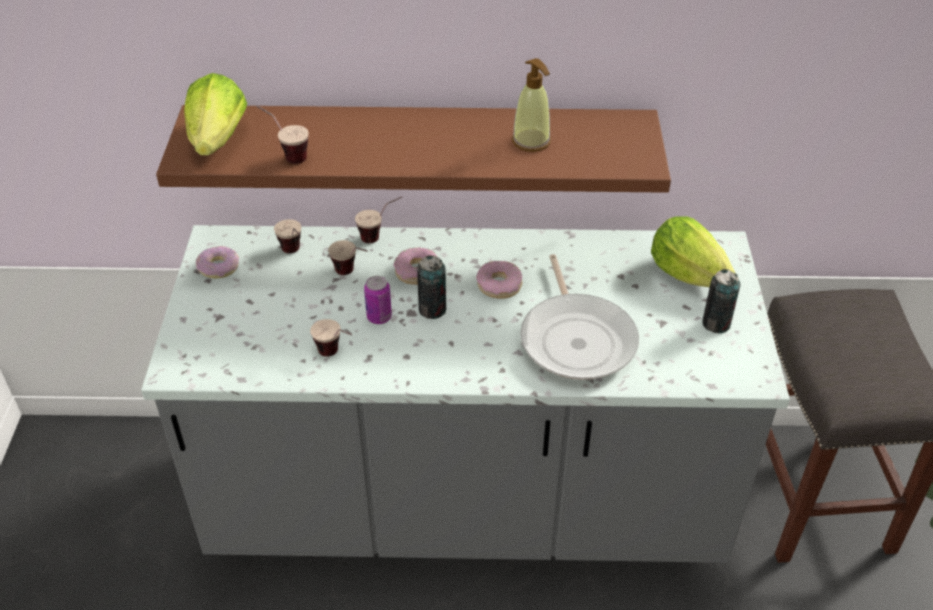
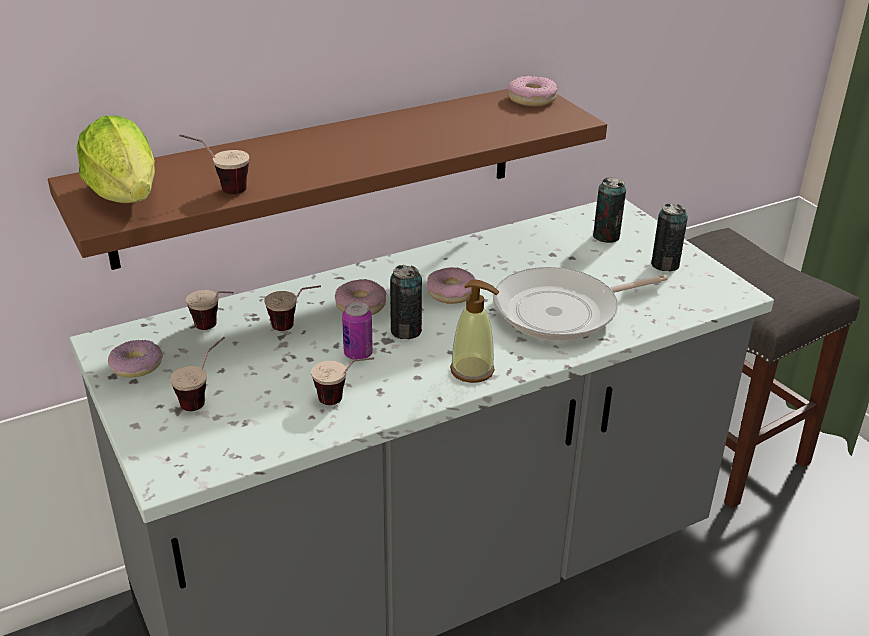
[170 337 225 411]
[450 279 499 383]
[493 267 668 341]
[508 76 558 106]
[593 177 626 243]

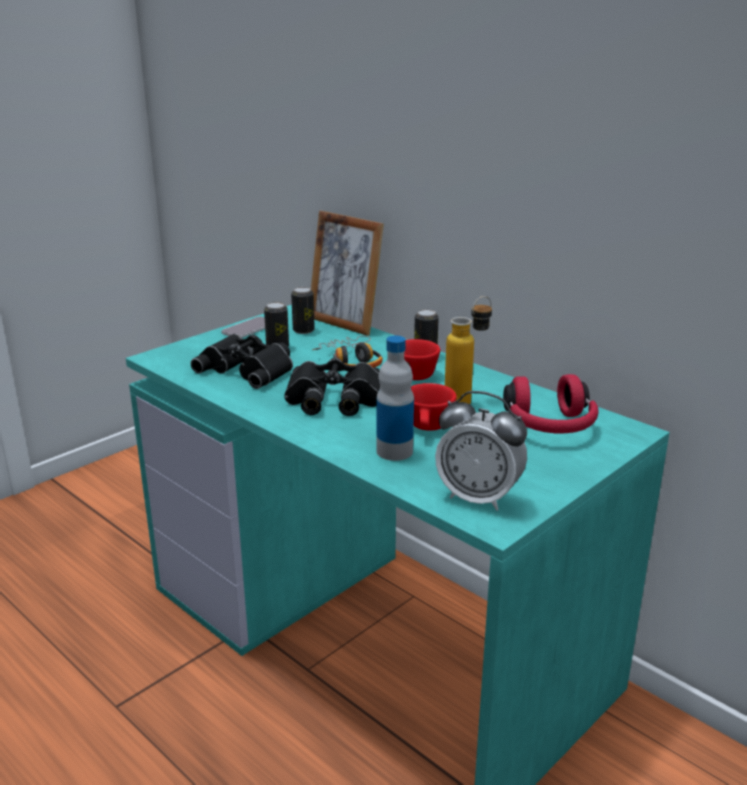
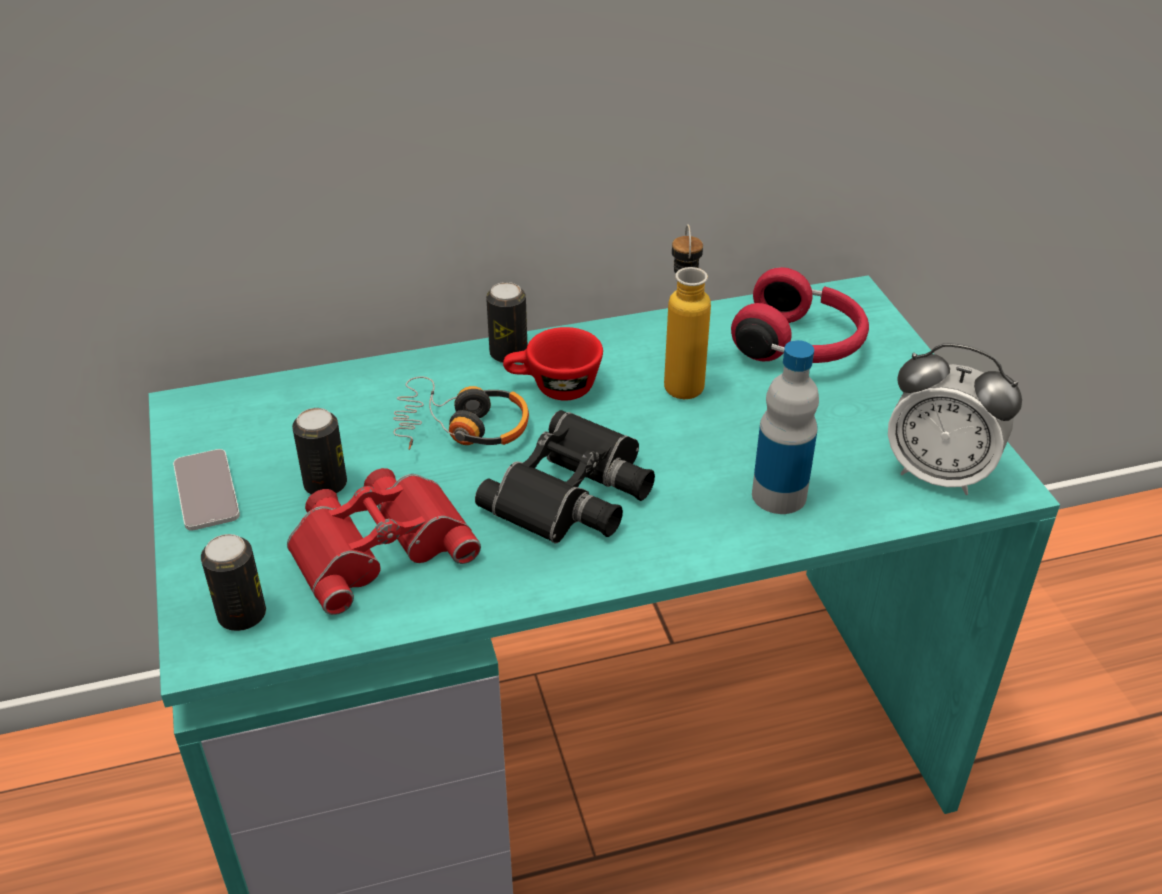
[201 534 266 631]
[287 468 481 615]
[888 343 1022 495]
[311 211 384 336] (first image)
[411 383 457 431] (first image)

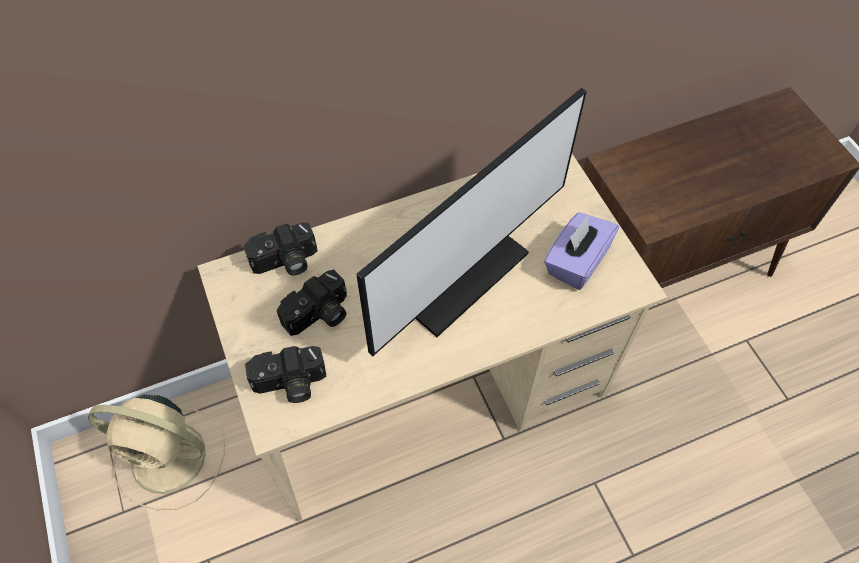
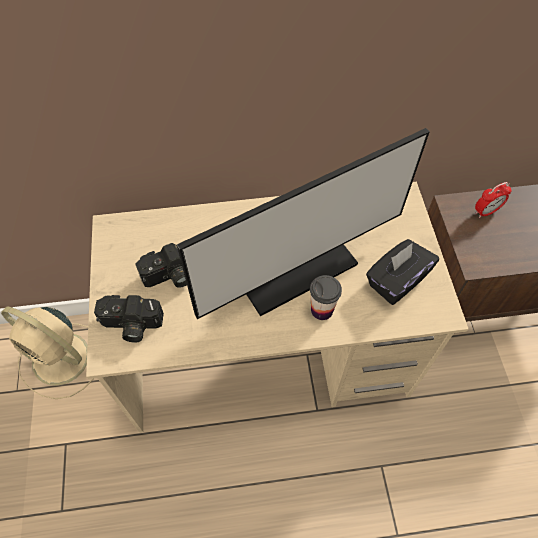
[310 275 342 320]
[366 239 439 305]
[475 182 512 218]
[243 223 318 276] (first image)

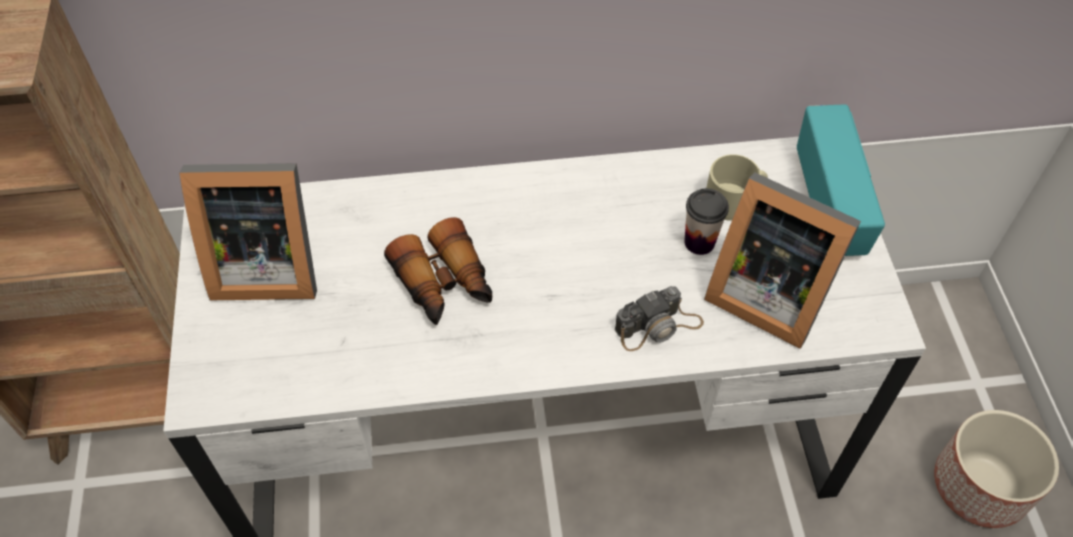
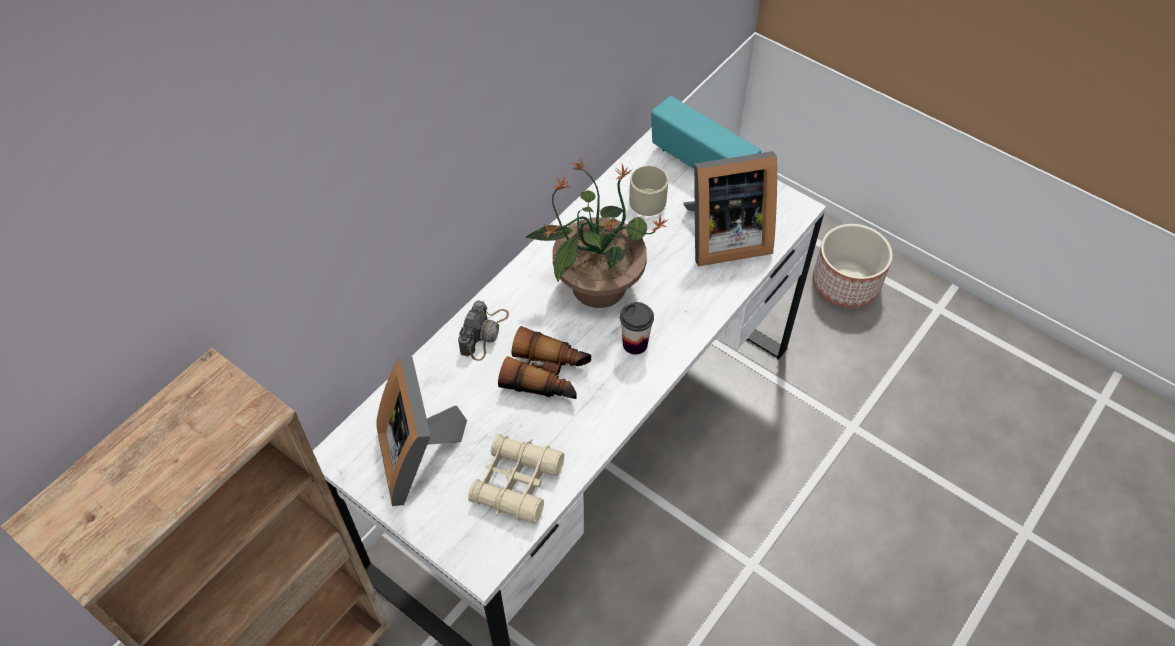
[377 357 467 506]
[458 300 509 361]
[468 434 564 523]
[525 157 667 308]
[620 302 654 355]

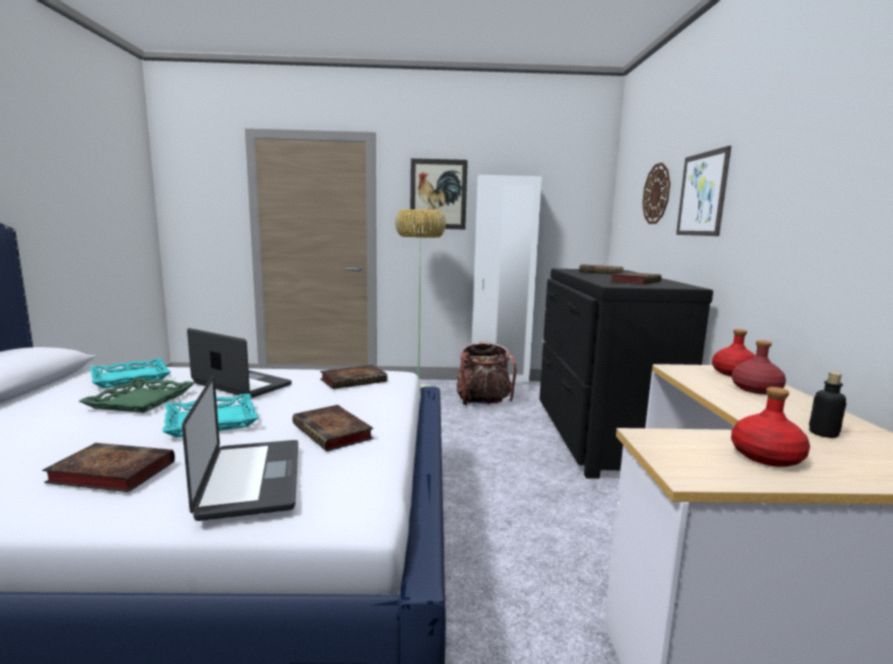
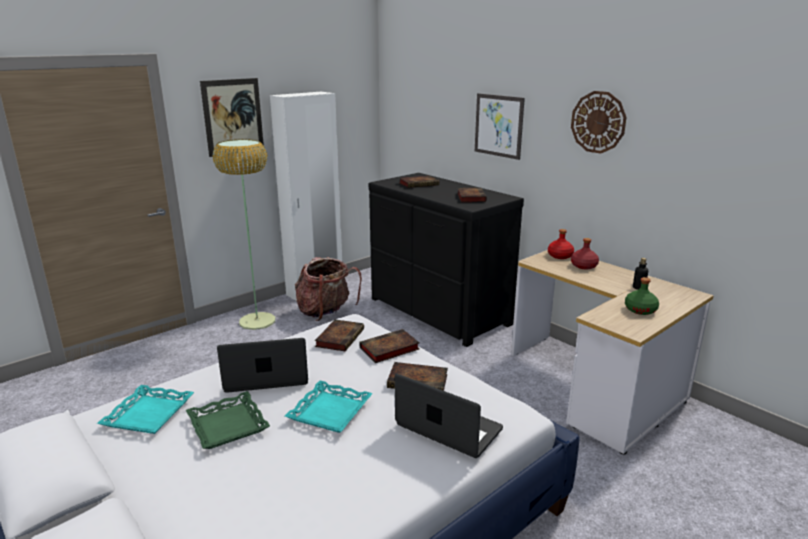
[359 329 419 363]
[571 91 627 154]
[625 277 659 315]

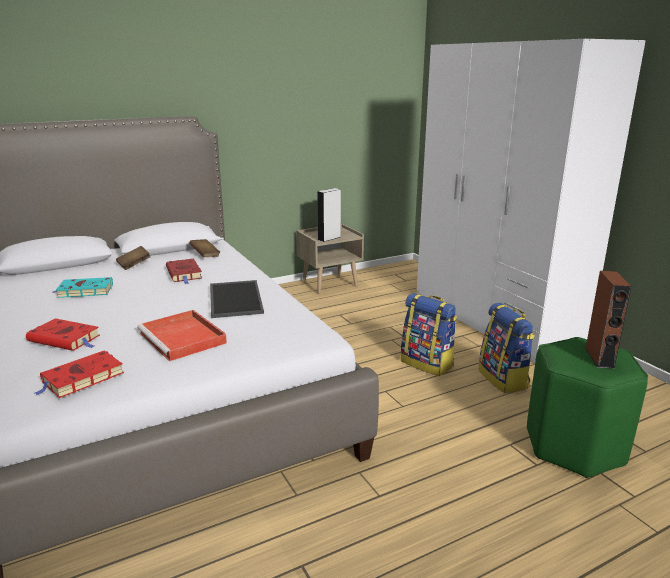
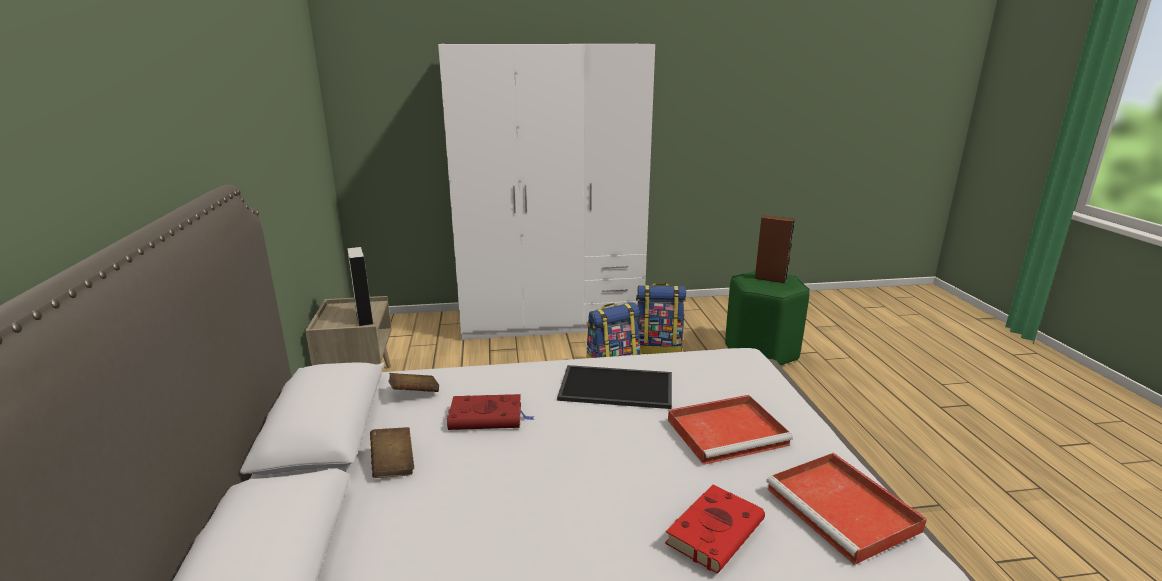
[766 453 927 565]
[52 277 113 298] (first image)

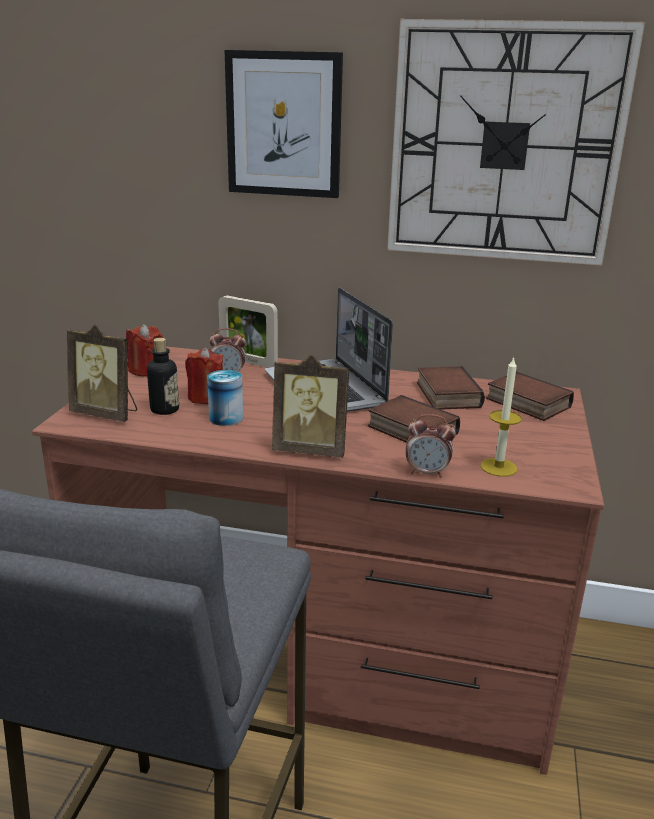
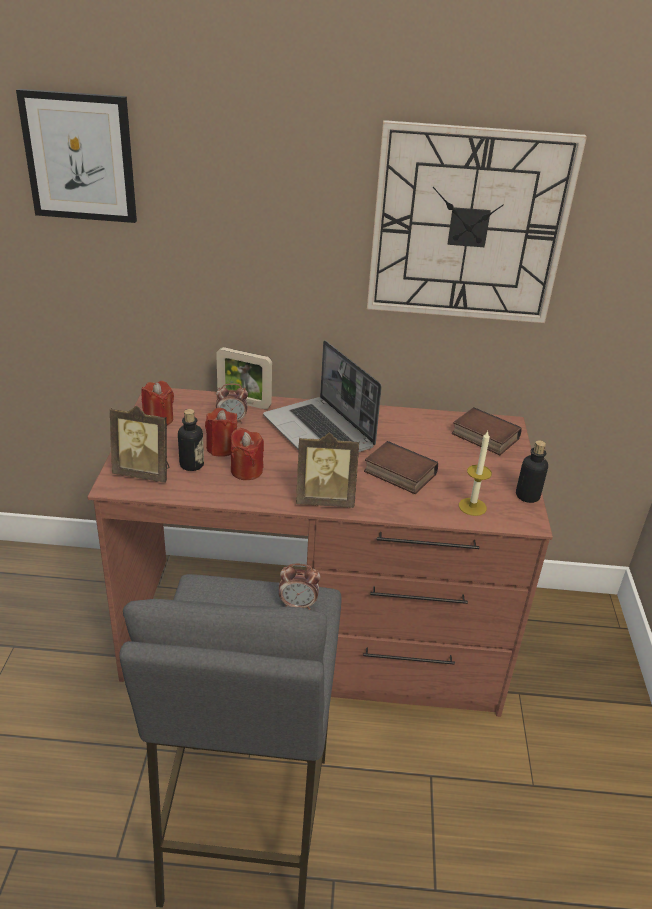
[16 89 137 223]
[231 428 264 480]
[279 564 320 610]
[516 440 548 503]
[417 366 485 410] (first image)

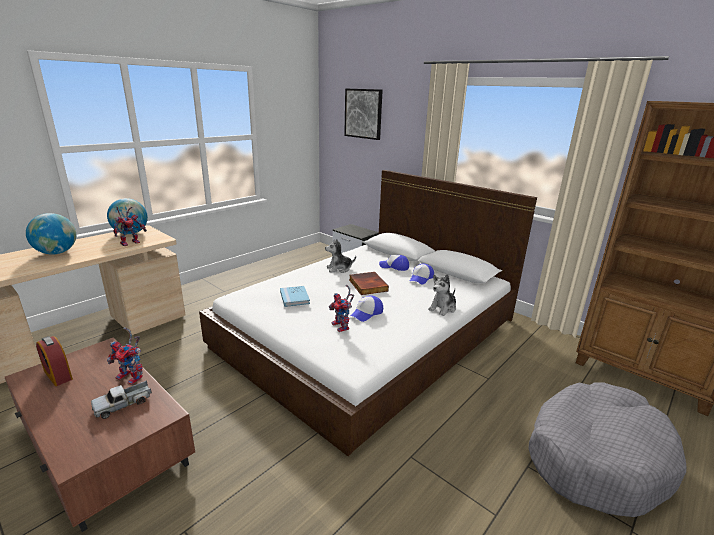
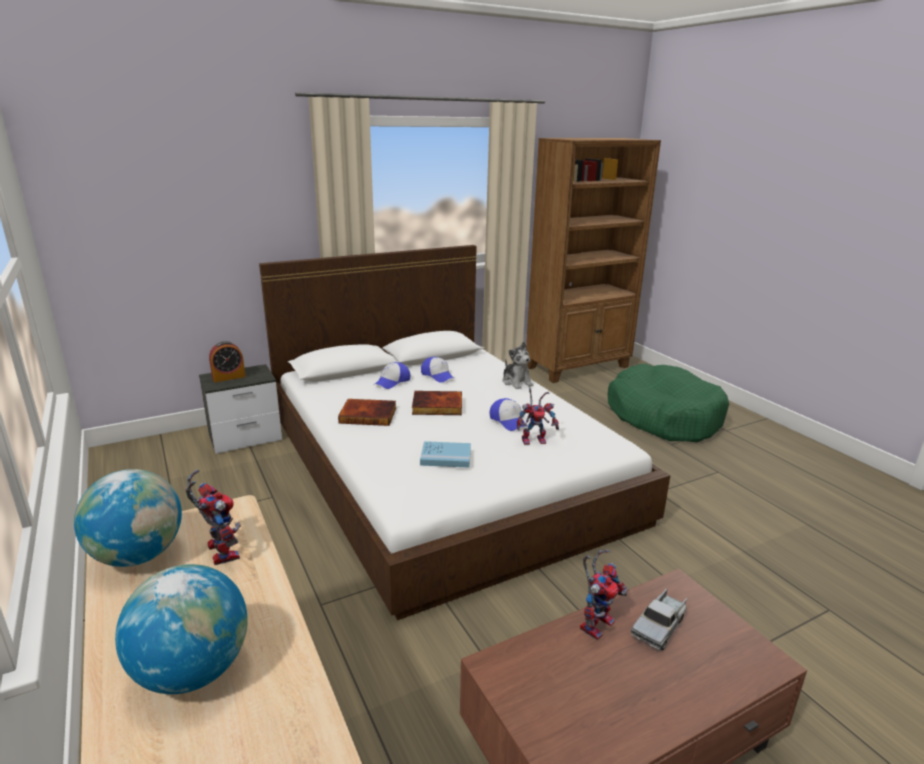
[209 341 246 382]
[338 399 396 426]
[608 364 729 442]
[631 588 687 650]
[344 88 383 140] (first image)

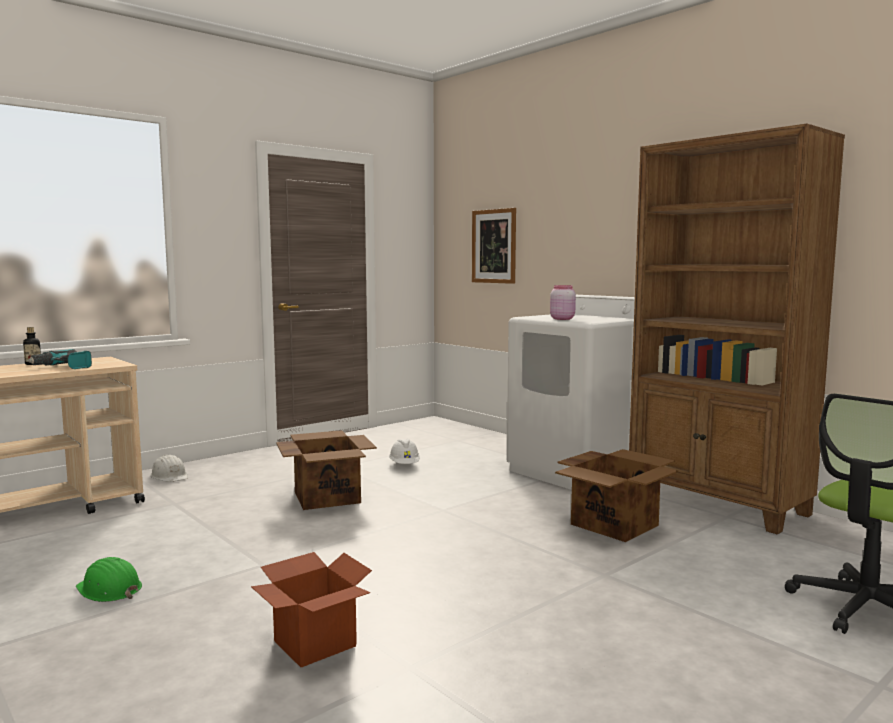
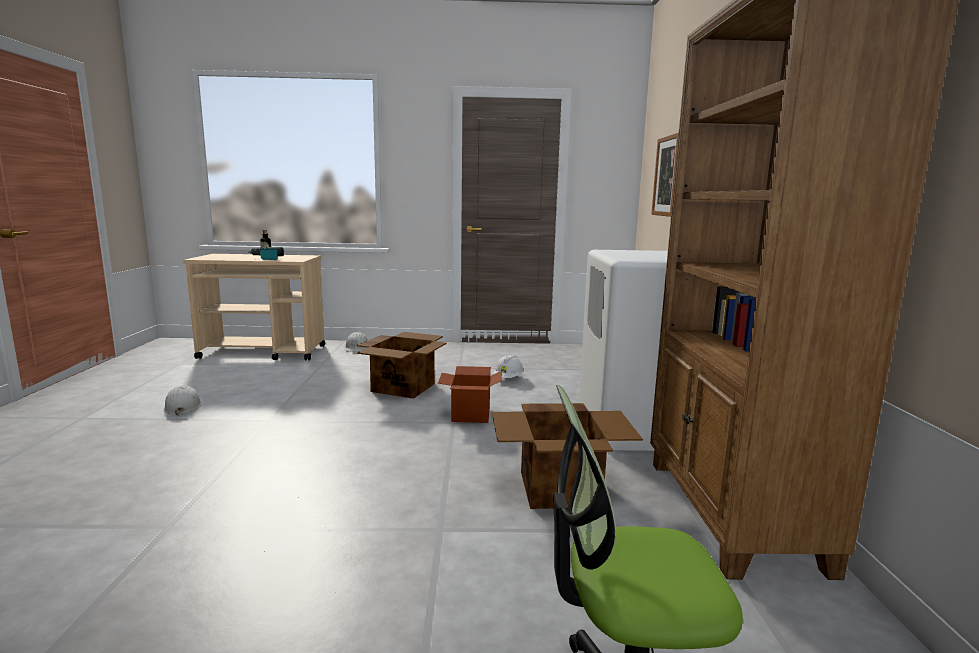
[163 385 202 416]
[438 366 502 423]
[550 285 576 320] (first image)

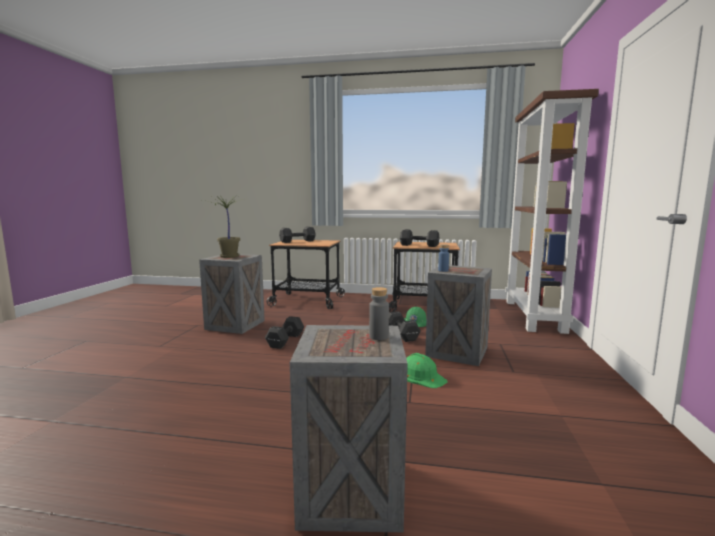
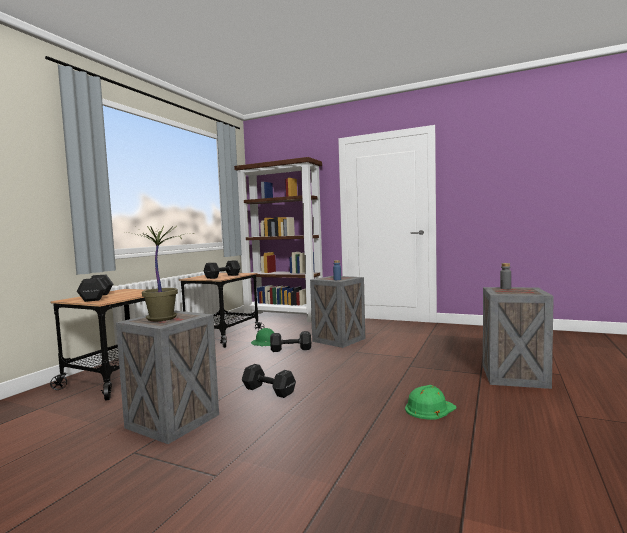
[405 385 456 420]

